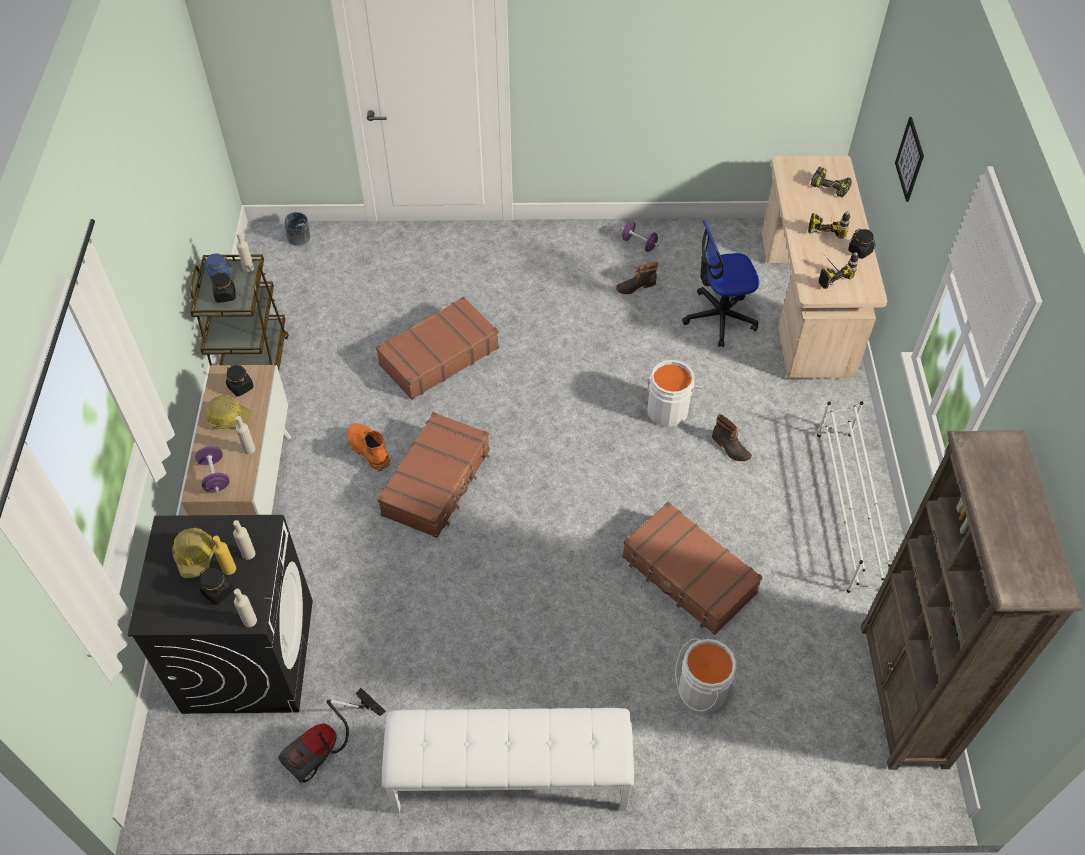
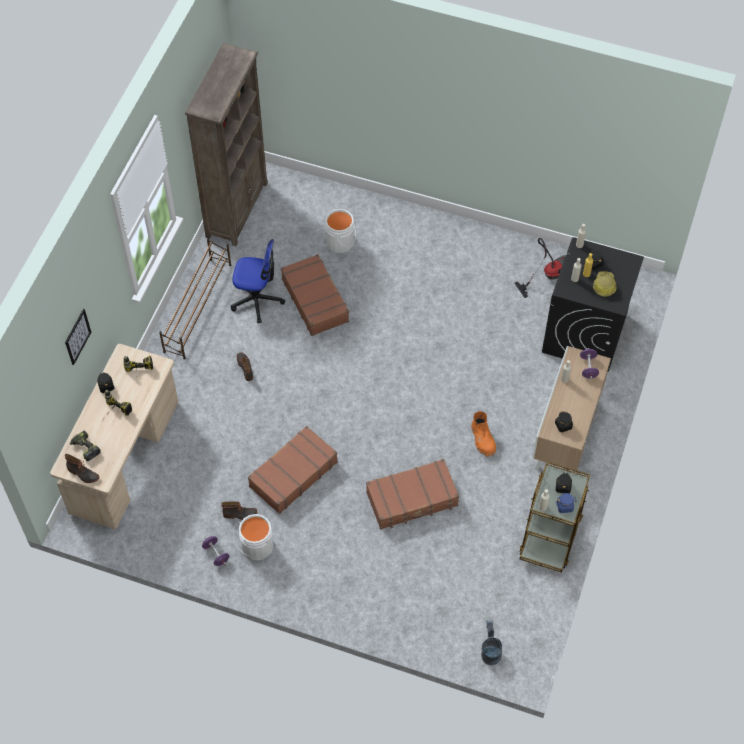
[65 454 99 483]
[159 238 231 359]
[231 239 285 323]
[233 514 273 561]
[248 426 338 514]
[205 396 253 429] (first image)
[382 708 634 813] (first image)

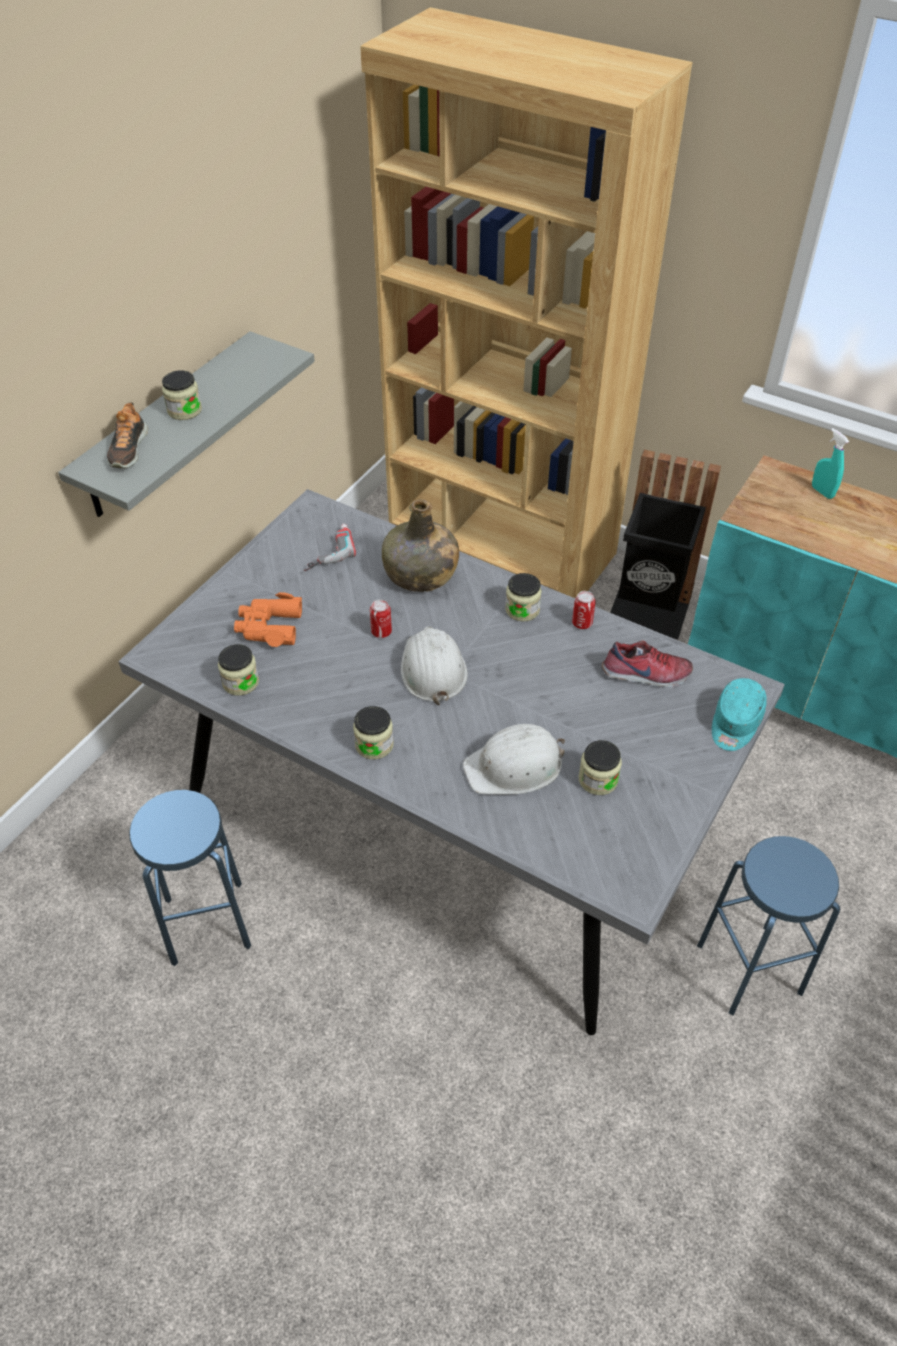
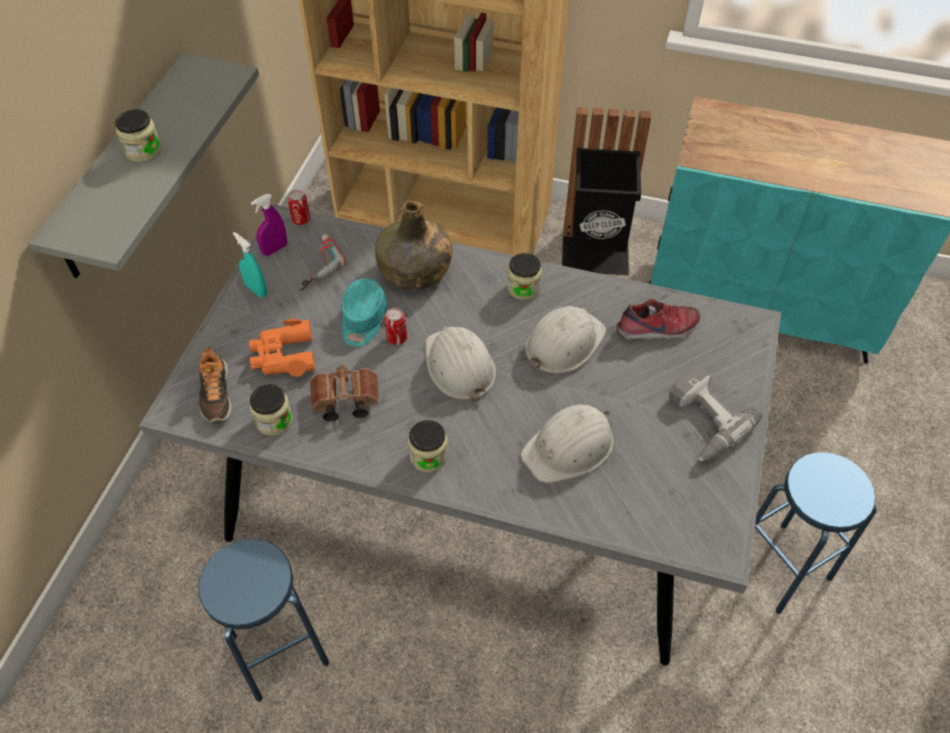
[199 347 232 423]
[233 232 267 297]
[251 194 287 256]
[288 190 310 225]
[310 365 379 421]
[342 278 387 347]
[525 306 607 374]
[669 367 762 461]
[579 740 622 795] (first image)

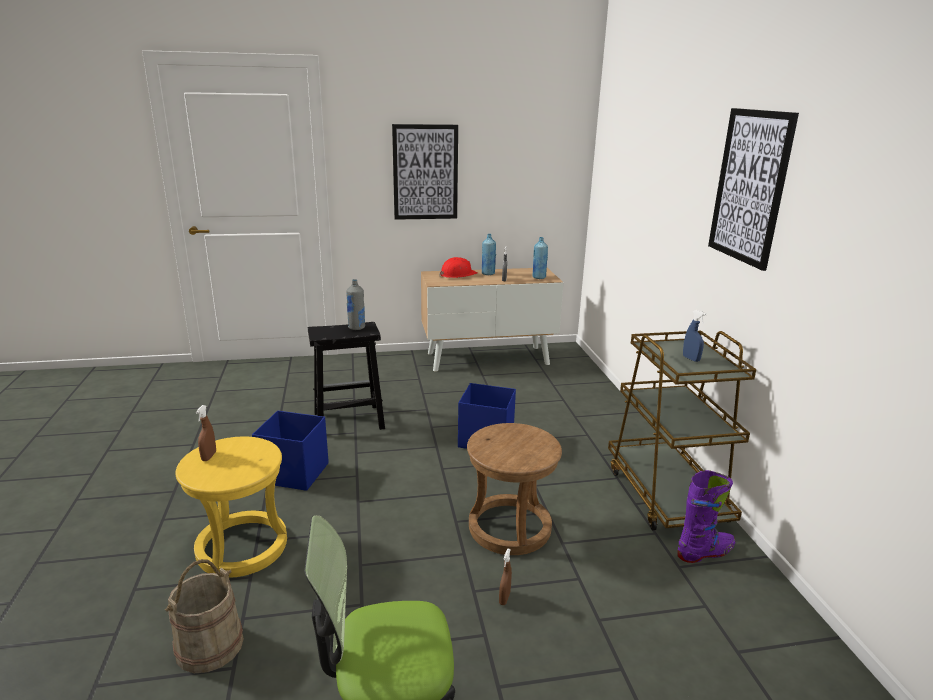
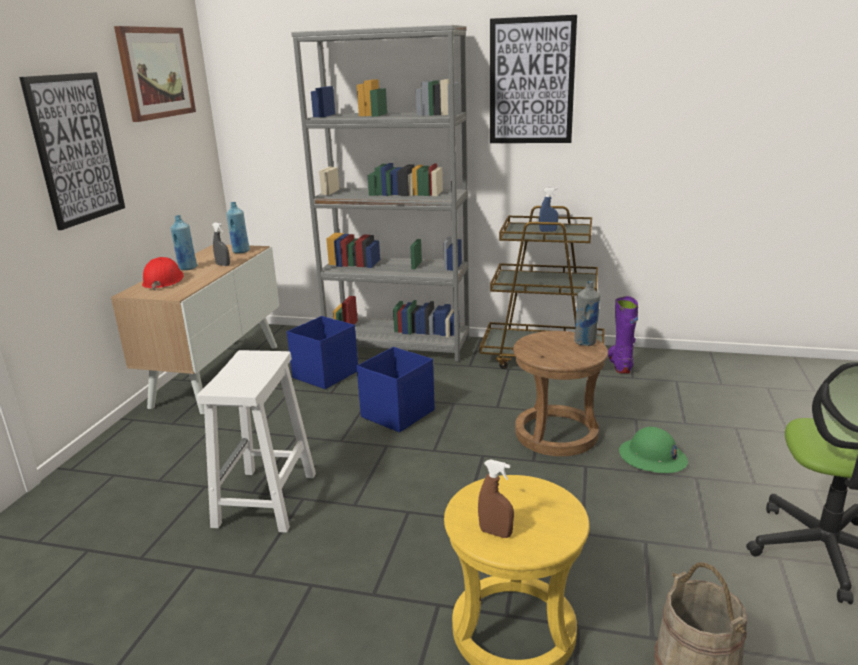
[114 26 196 122]
[197 350 316 533]
[287 316 358 389]
[291 25 469 362]
[574 281 600 346]
[619 427 688 473]

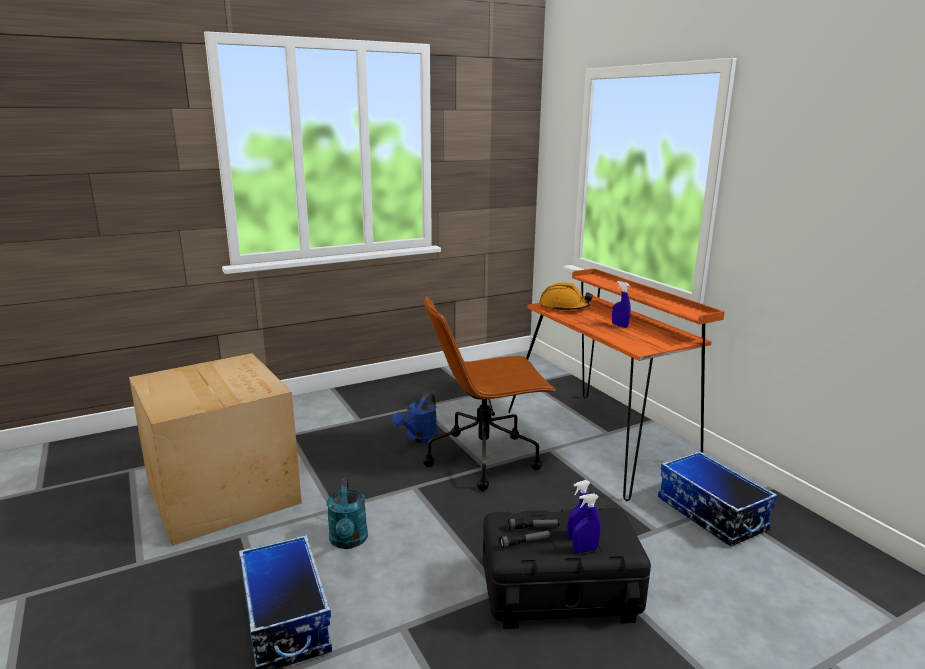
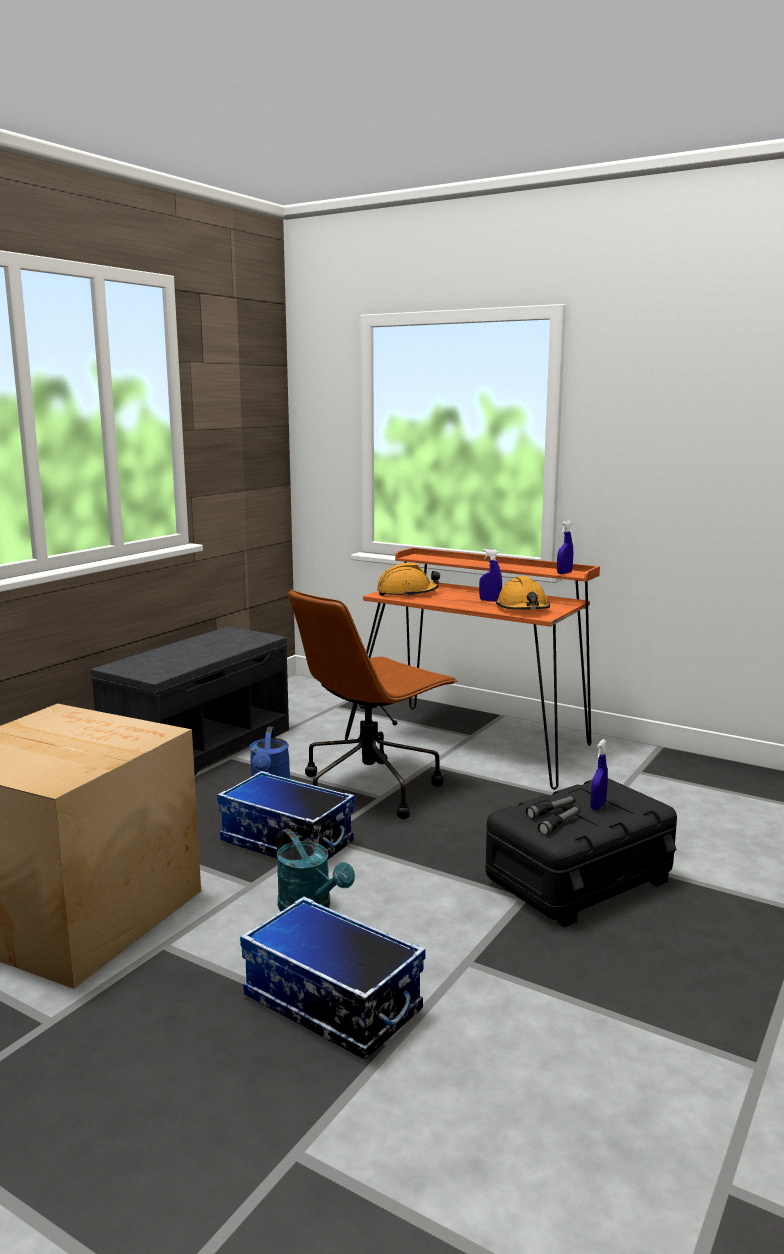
[91 627 289 775]
[217 771 355 860]
[496 576 550 610]
[557 521 573 574]

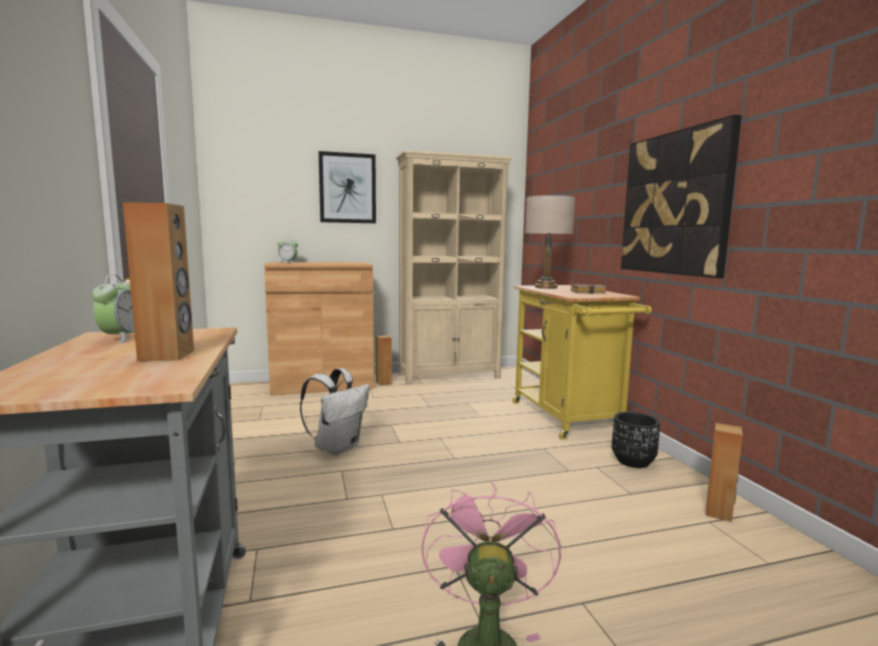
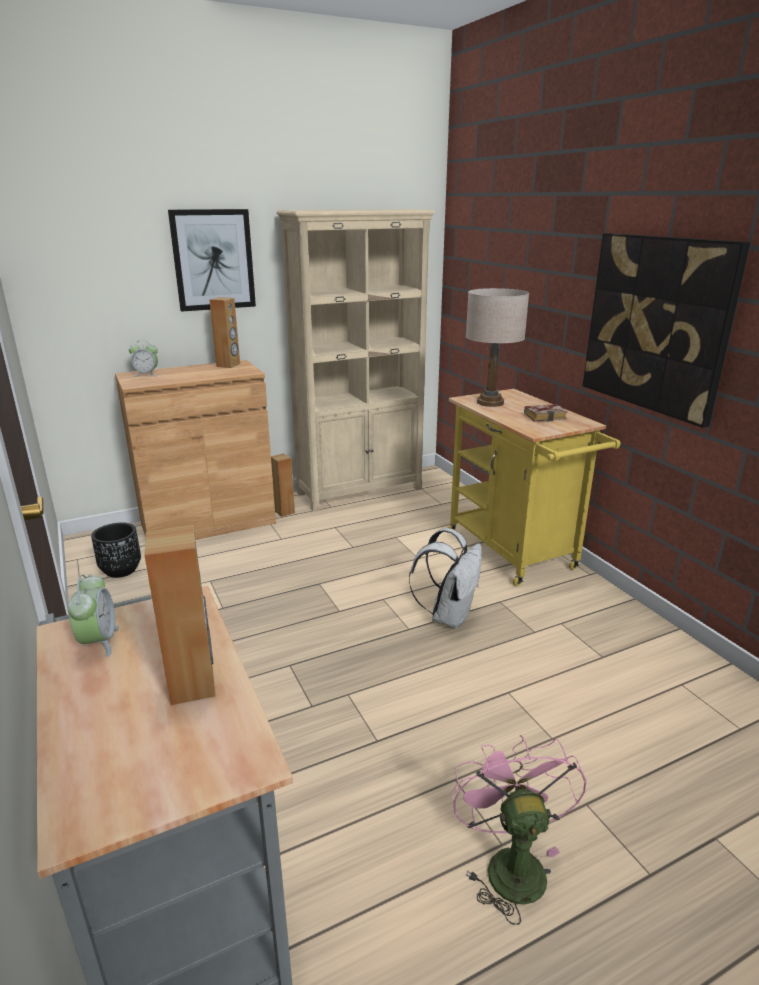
[91 522 141 578]
[210 297 240 368]
[409 528 482 629]

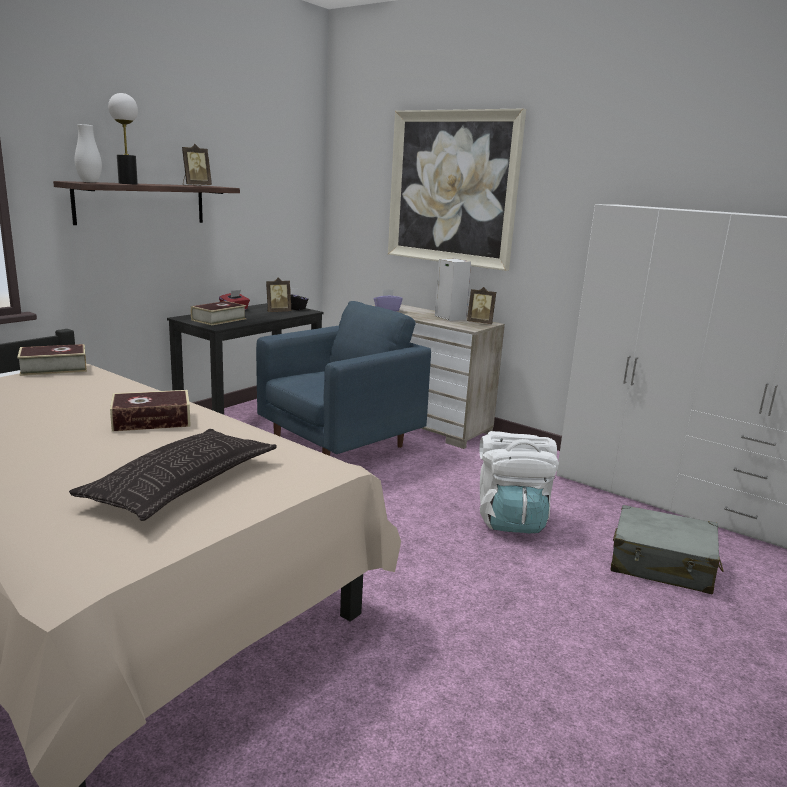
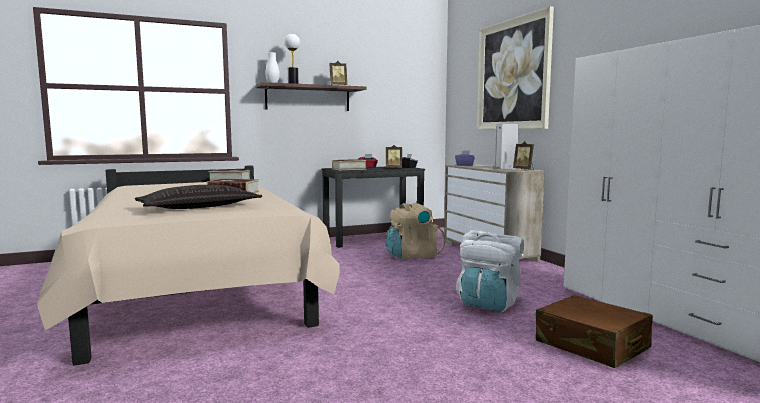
[385 203 445 260]
[536 295 653 368]

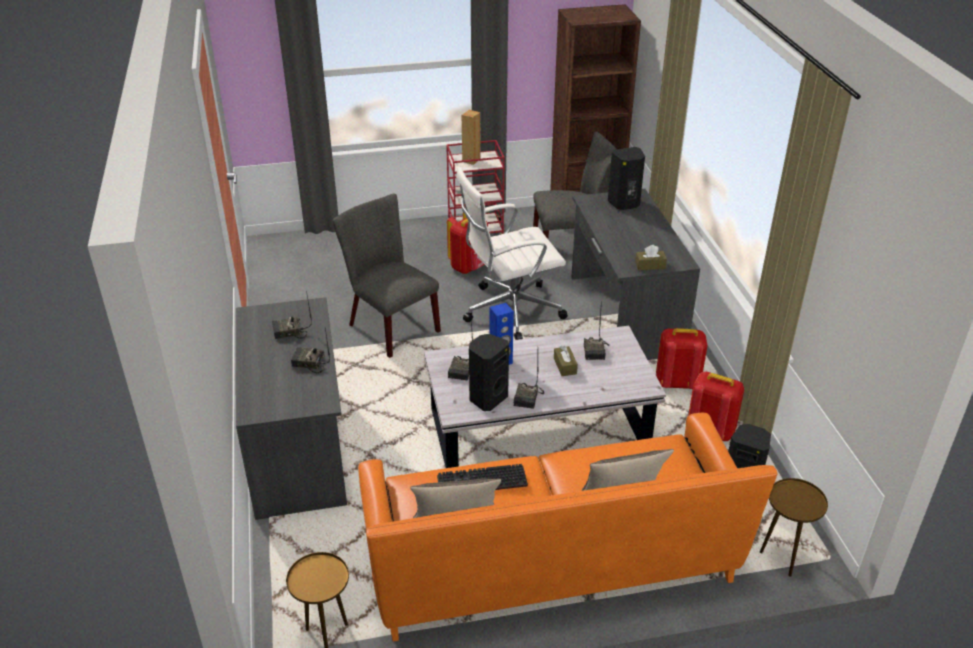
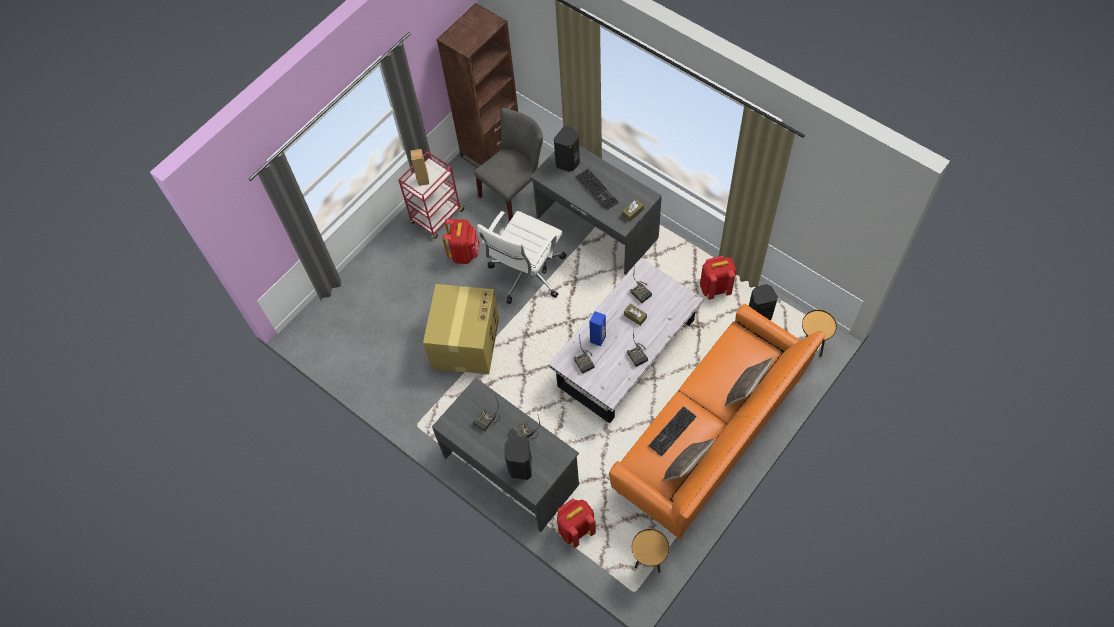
[423 284 499 374]
[504 436 532 480]
[557 498 596 548]
[576 168 619 210]

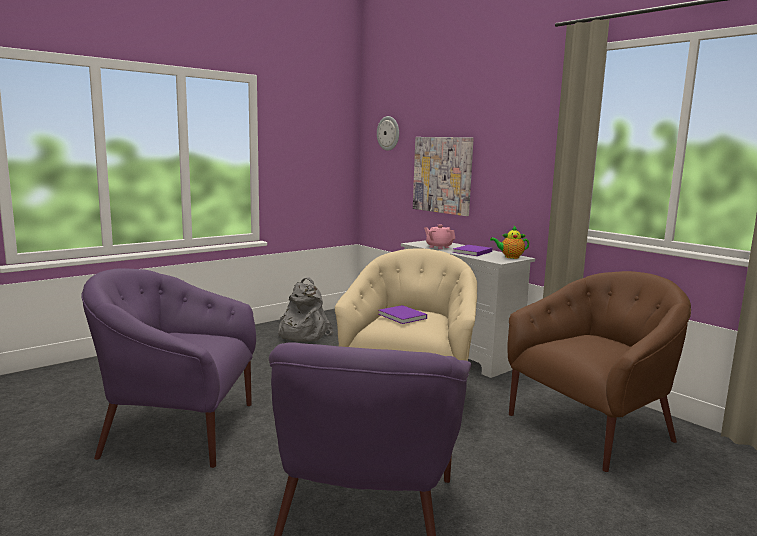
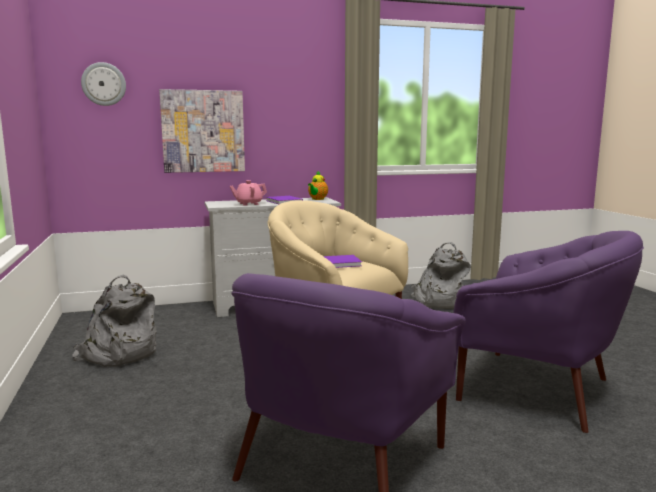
[411 242 471 309]

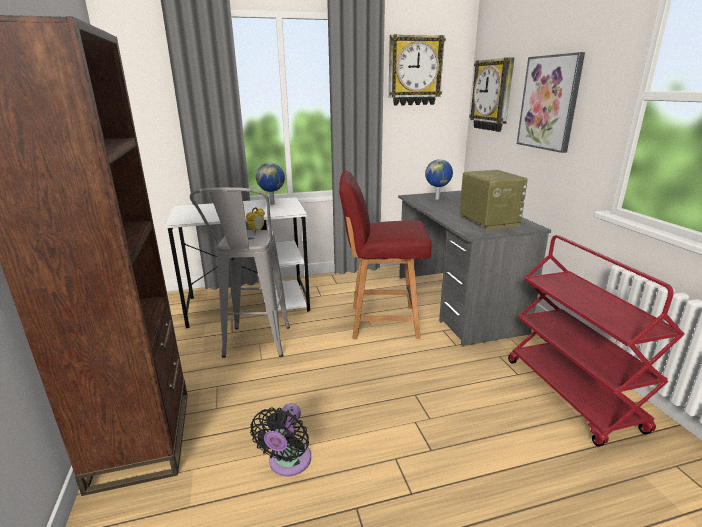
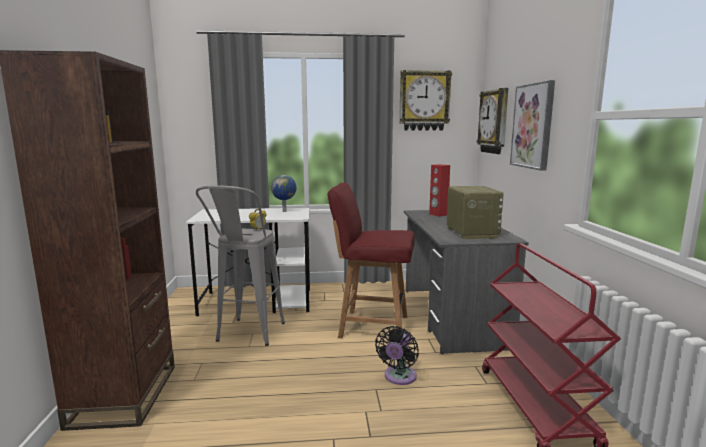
[375 326 419 385]
[429 164 450 217]

